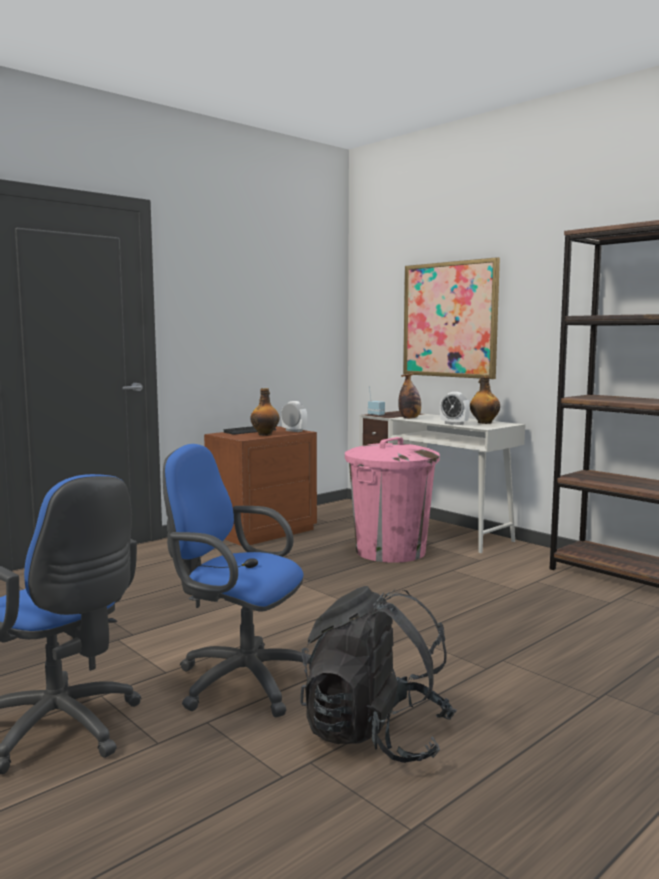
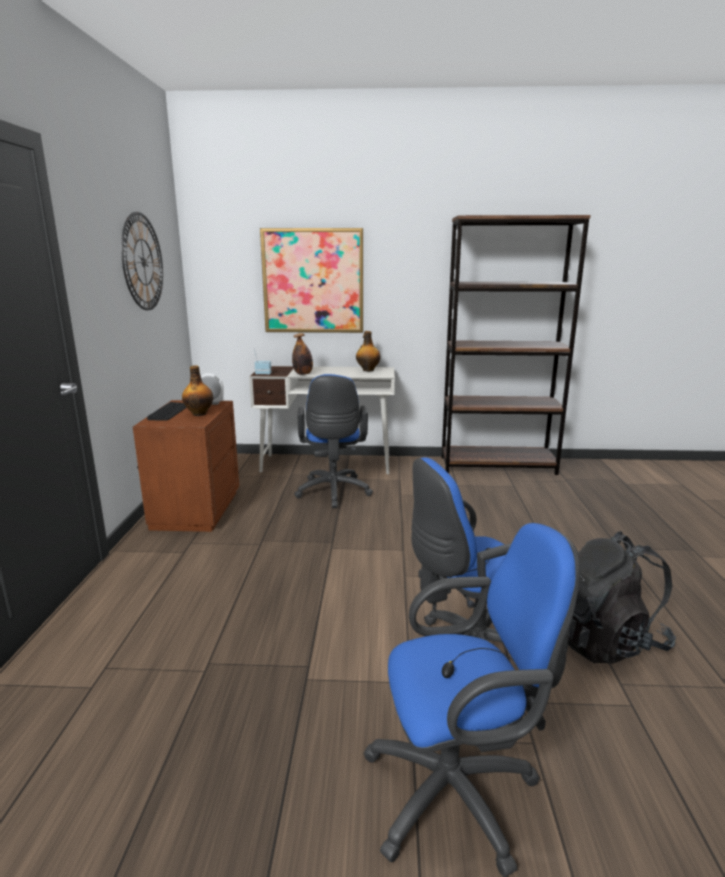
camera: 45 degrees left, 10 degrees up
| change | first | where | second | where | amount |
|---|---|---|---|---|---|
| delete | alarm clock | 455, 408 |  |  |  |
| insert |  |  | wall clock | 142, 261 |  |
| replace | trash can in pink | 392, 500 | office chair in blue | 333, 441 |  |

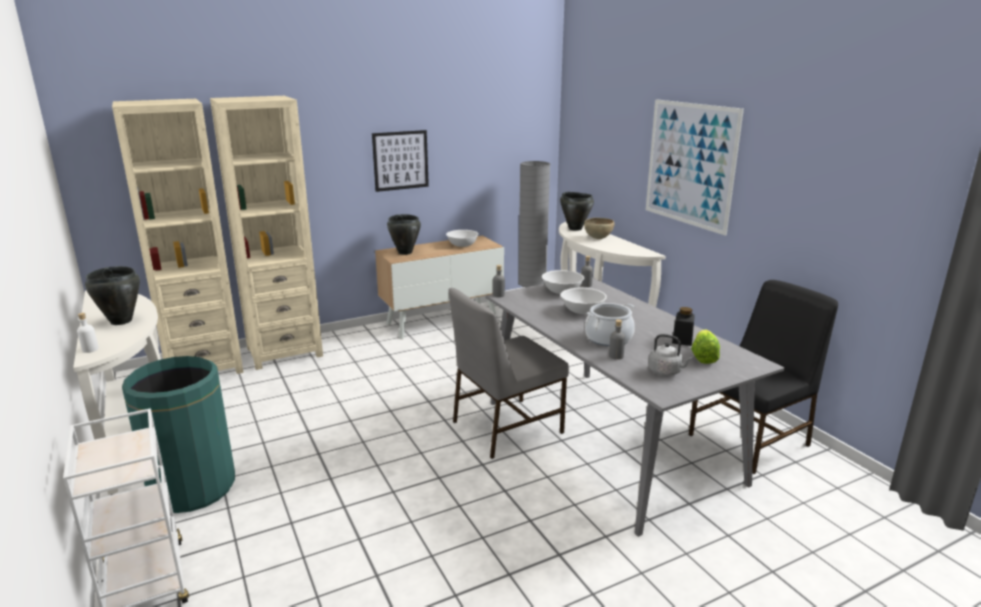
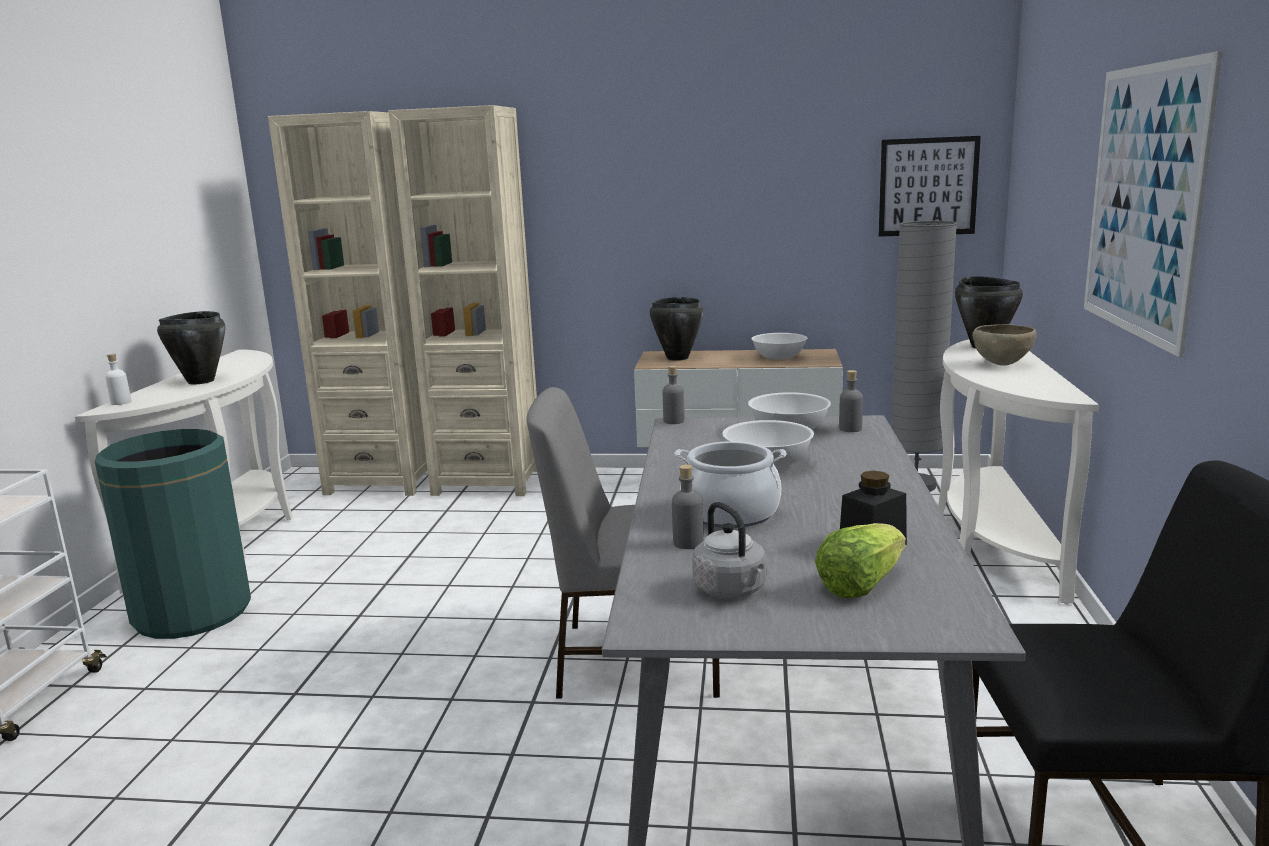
camera: 35 degrees right, 5 degrees down
| change | first | where | second | where | amount |
|---|---|---|---|---|---|
| move | picture | 400, 161 |  | 930, 186 |  |

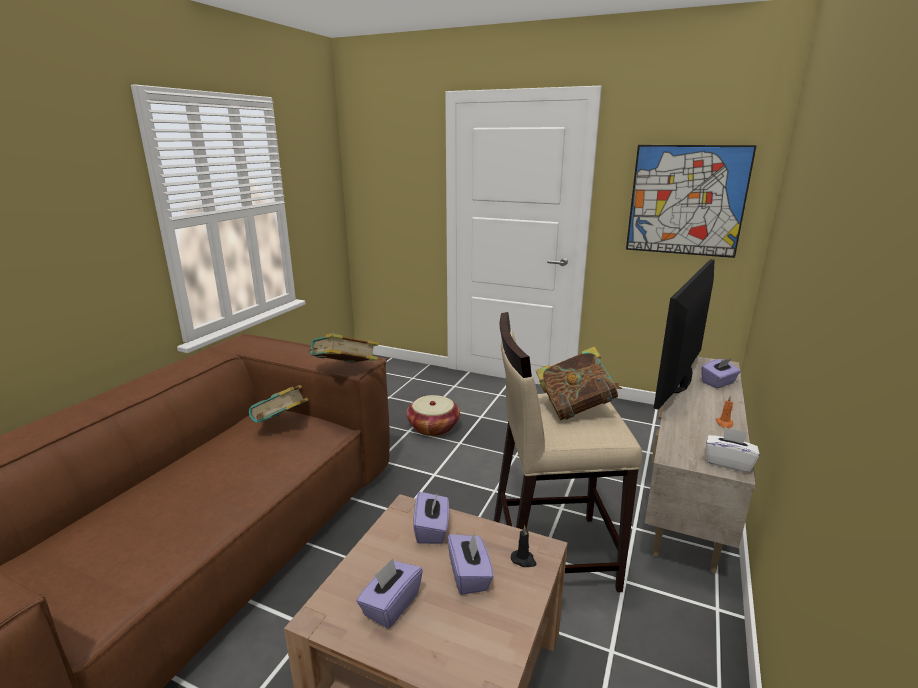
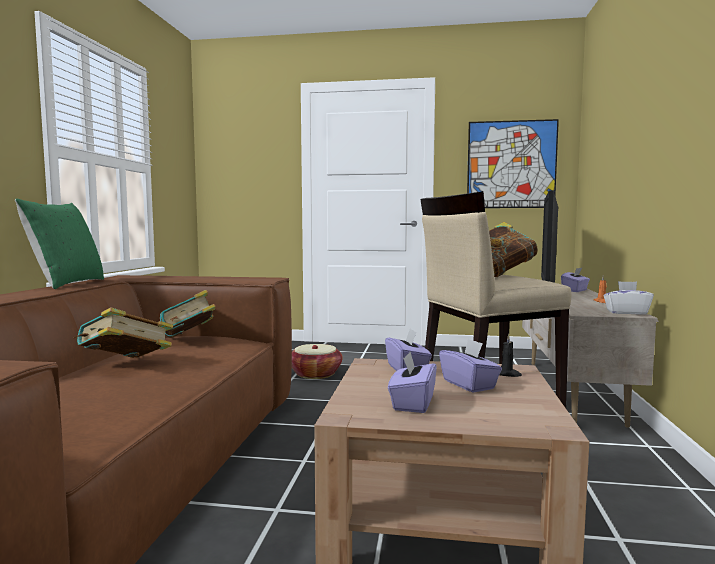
camera: 15 degrees left, 15 degrees down
| change | first | where | second | where | amount |
|---|---|---|---|---|---|
| insert |  |  | pillow in green | 59, 244 |  |
| move | book | 343, 348 |  | 123, 332 |  |

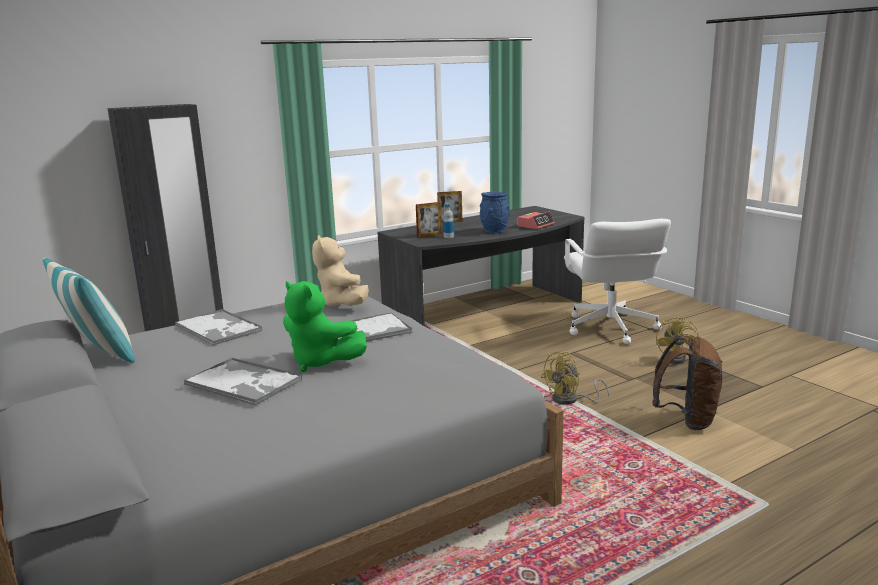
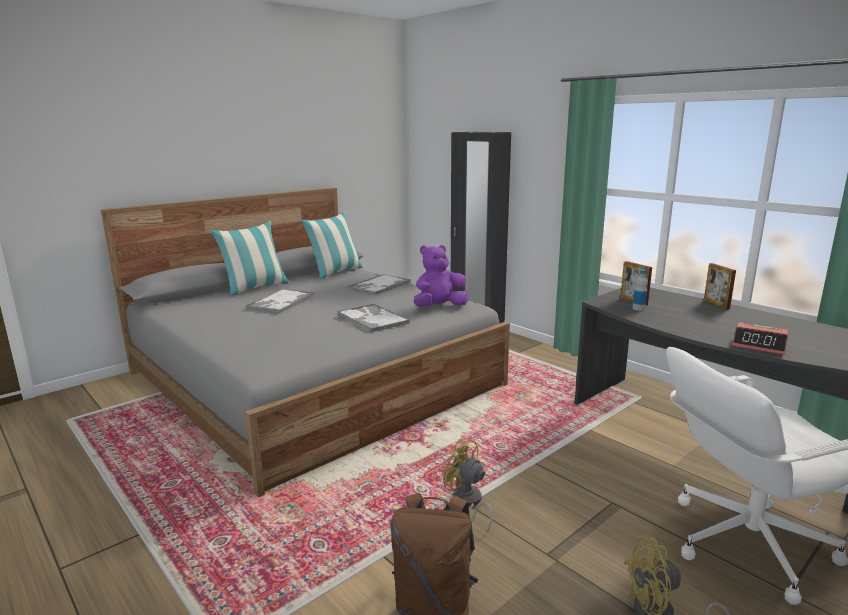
camera: 80 degrees right, 0 degrees up
| change | first | where | second | where | amount |
|---|---|---|---|---|---|
| delete | plush toy in green | 325, 326 |  |  |  |
| delete | vase in blue | 495, 213 |  |  |  |
| insert |  |  | pillow | 250, 258 |  |
| recolor | plush toy in beige | 340, 270 | plush toy in purple | 441, 276 |  |

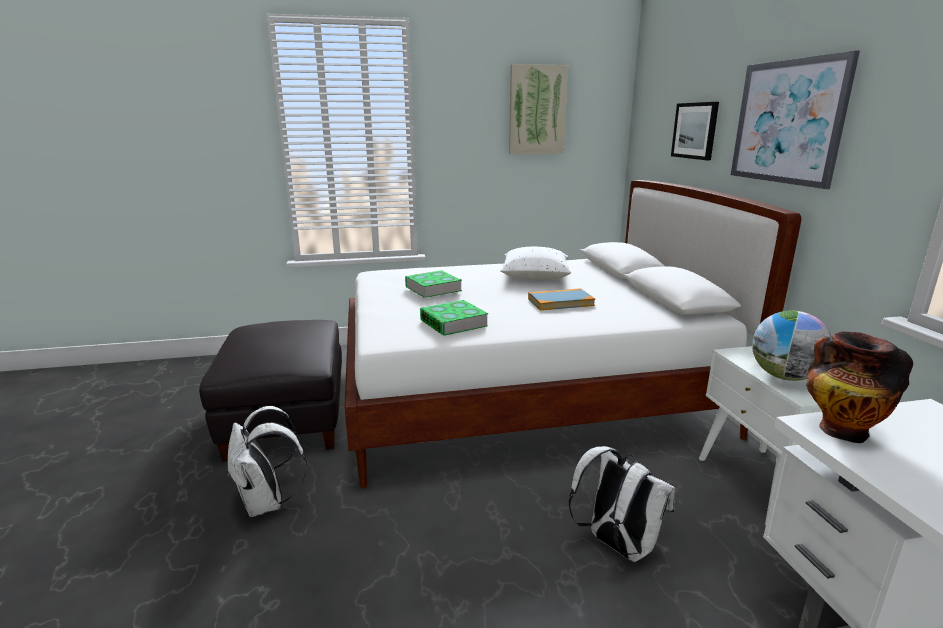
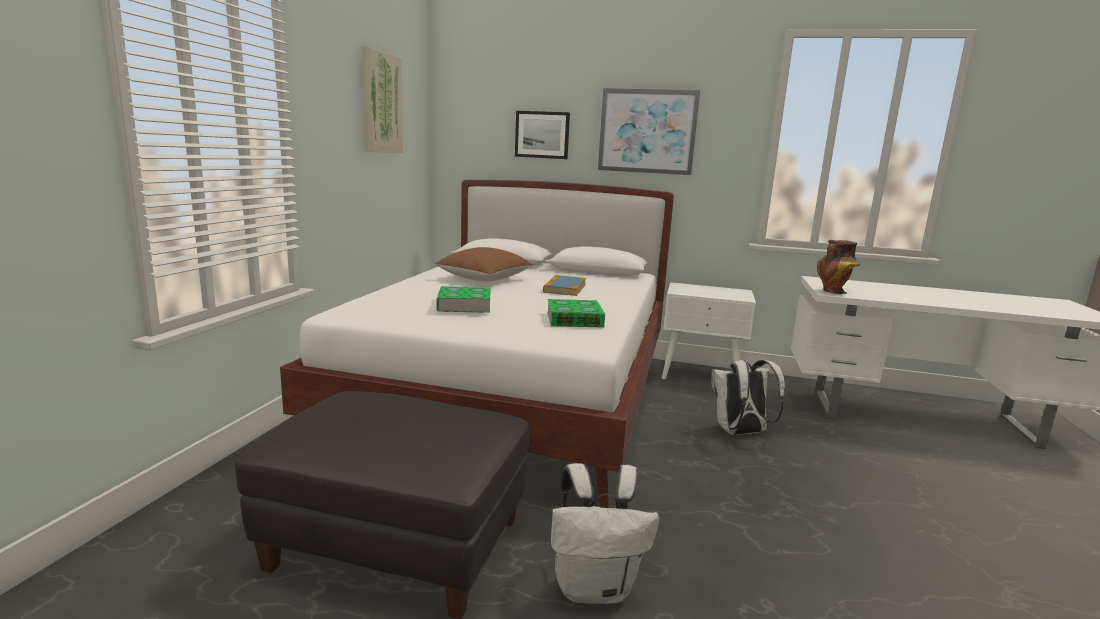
camera: 65 degrees left, 5 degrees down
| change | first | where | second | where | amount |
|---|---|---|---|---|---|
| delete | globe | 792, 346 |  |  |  |
| recolor | pillow in white | 535, 263 | pillow in brown | 484, 264 |  |

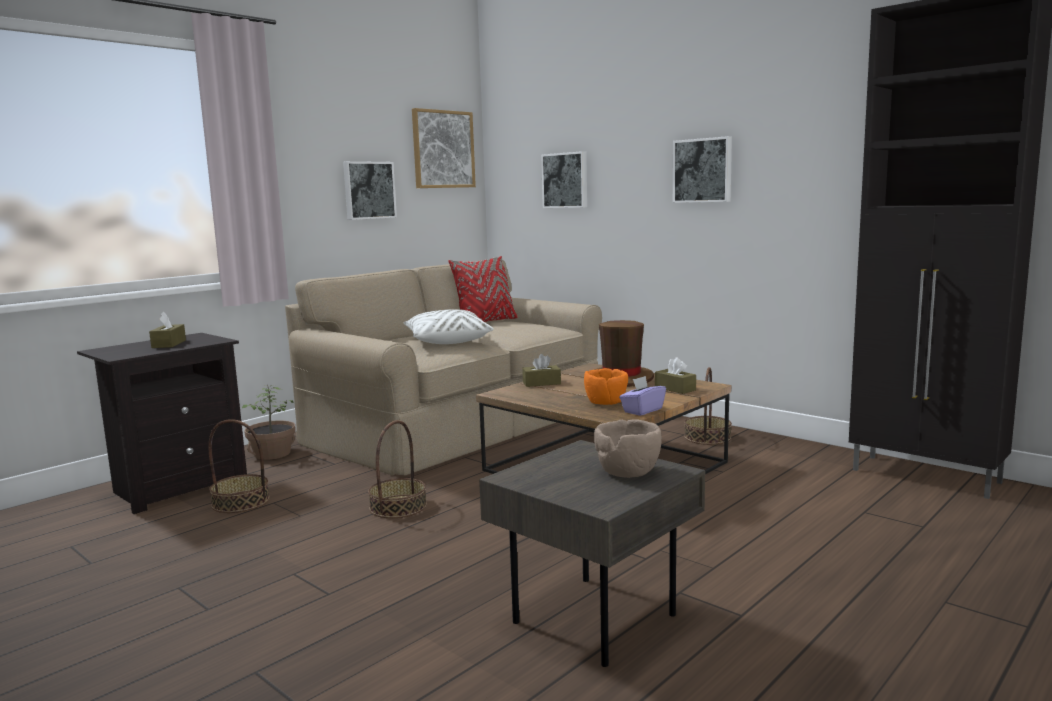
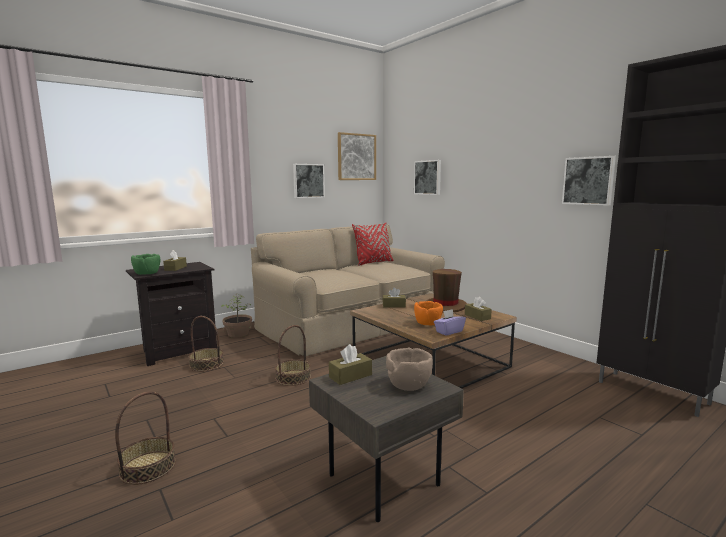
camera: 10 degrees right, 0 degrees up
| change | first | where | second | where | amount |
|---|---|---|---|---|---|
| delete | pillow in white | 449, 326 |  |  |  |
| insert |  |  | bowl in green | 146, 264 |  |
| insert |  |  | tissue box in brown | 350, 364 |  |
| move | picture | 702, 169 |  | 589, 181 |  |
| move | basket | 708, 406 |  | 145, 438 |  |

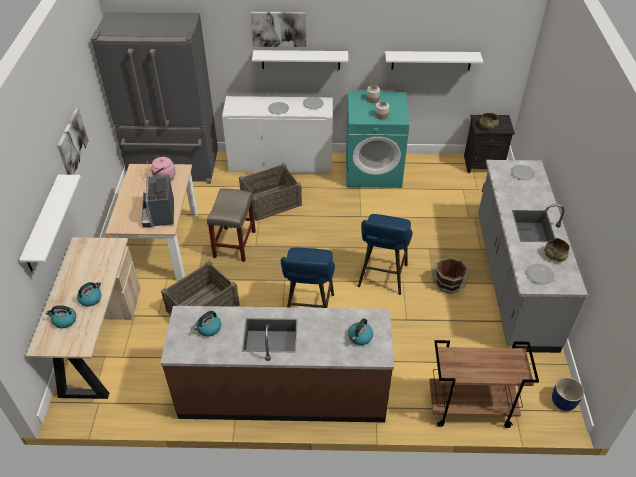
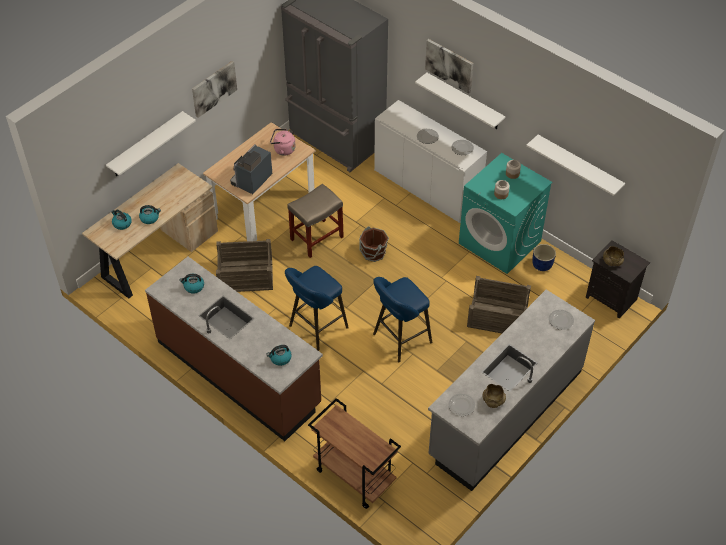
camera: 40 degrees right, 5 degrees up
| change | first | where | second | where | amount |
|---|---|---|---|---|---|
| move | crate | 270, 192 |  | 499, 304 |  |
| move | bucket in brown | 450, 275 |  | 374, 244 |  |
| move | planter in blue | 568, 394 |  | 544, 257 |  |

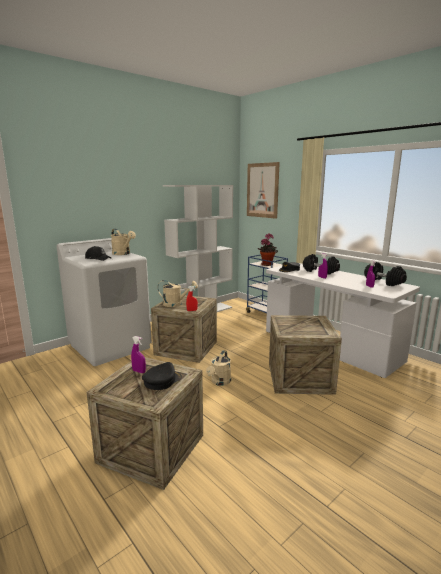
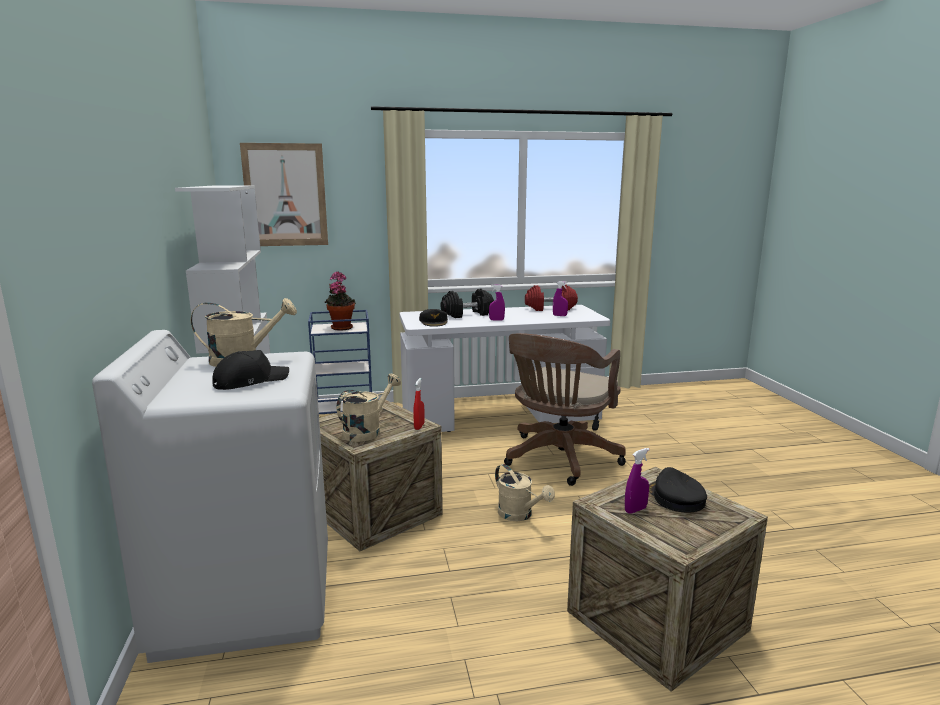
camera: 60 degrees left, 0 degrees up
| change | first | where | second | where | amount |
|---|---|---|---|---|---|
| replace | crate | 305, 355 | office chair in brown | 565, 409 |  |
| recolor | dumbbell in black | 385, 274 | dumbbell in red | 551, 298 |  |

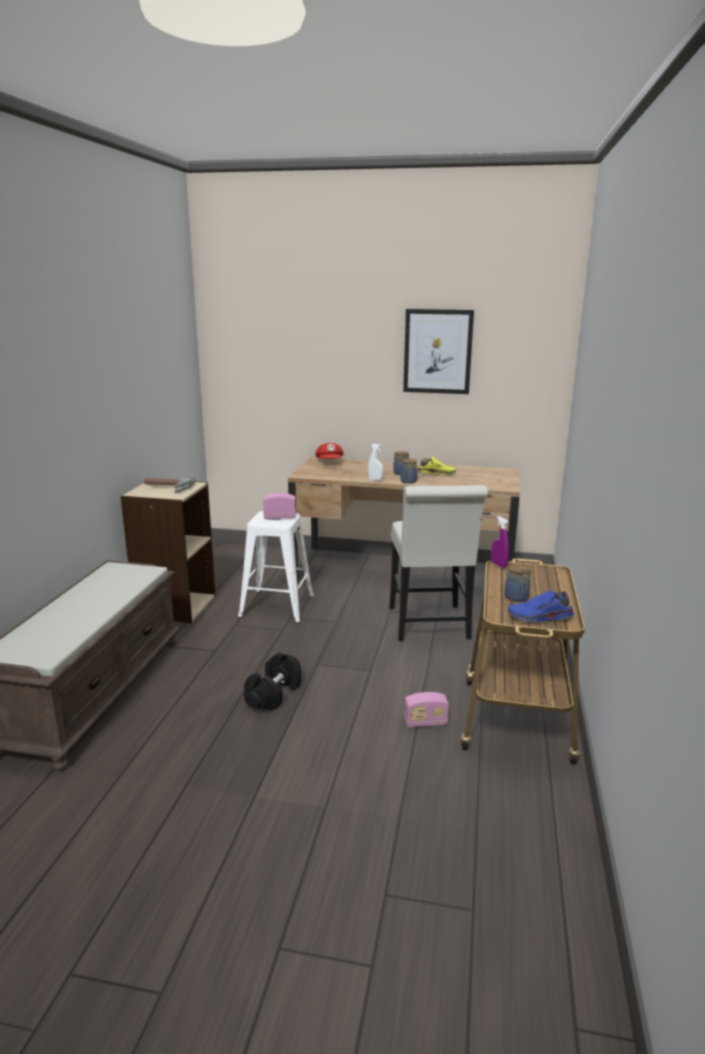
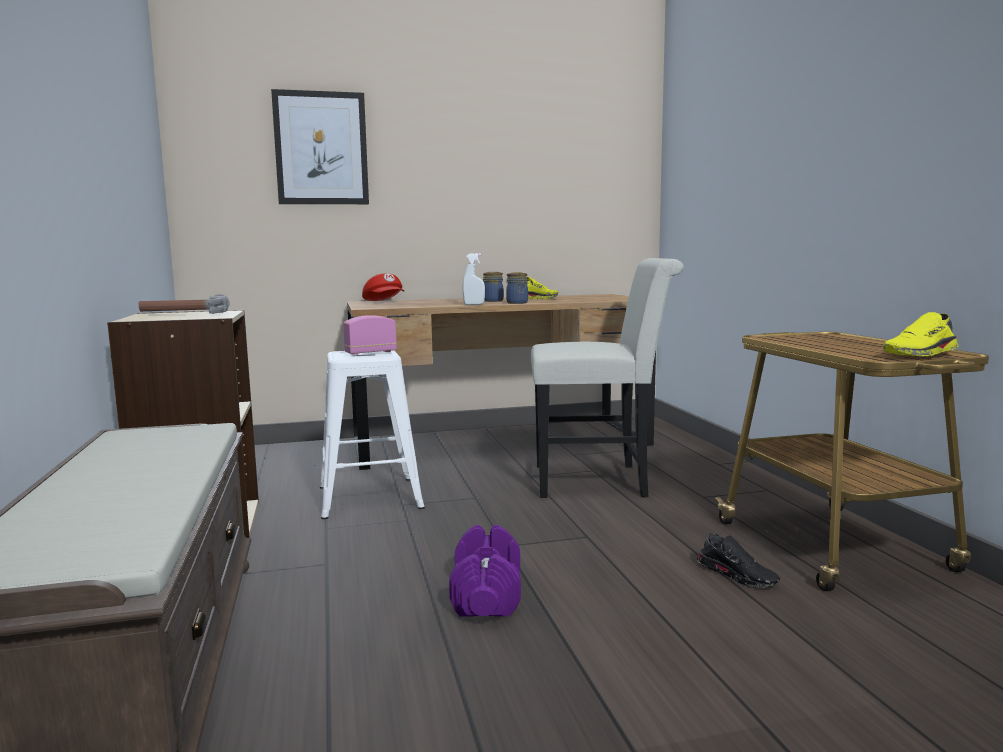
camera: 25 degrees left, 10 degrees down
| change | first | where | second | where | amount |
|---|---|---|---|---|---|
| delete | spray bottle in purple | 500, 542 |  |  |  |
| delete | jar | 517, 583 |  |  |  |
| move | picture | 438, 351 |  | 320, 146 |  |
| replace | radio | 426, 709 | shoe in black | 738, 560 |  |
| recolor | dumbbell in black | 272, 682 | dumbbell in purple | 485, 570 |  |
| recolor | shoe in blue | 541, 606 | shoe in yellow | 921, 334 |  |
| rotate | chair in white | 438, 563 |  | 607, 378 | 60 degrees counterclockwise |

